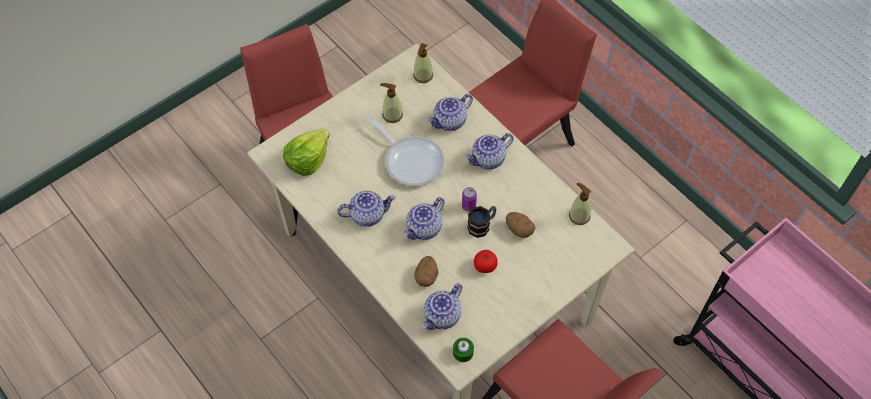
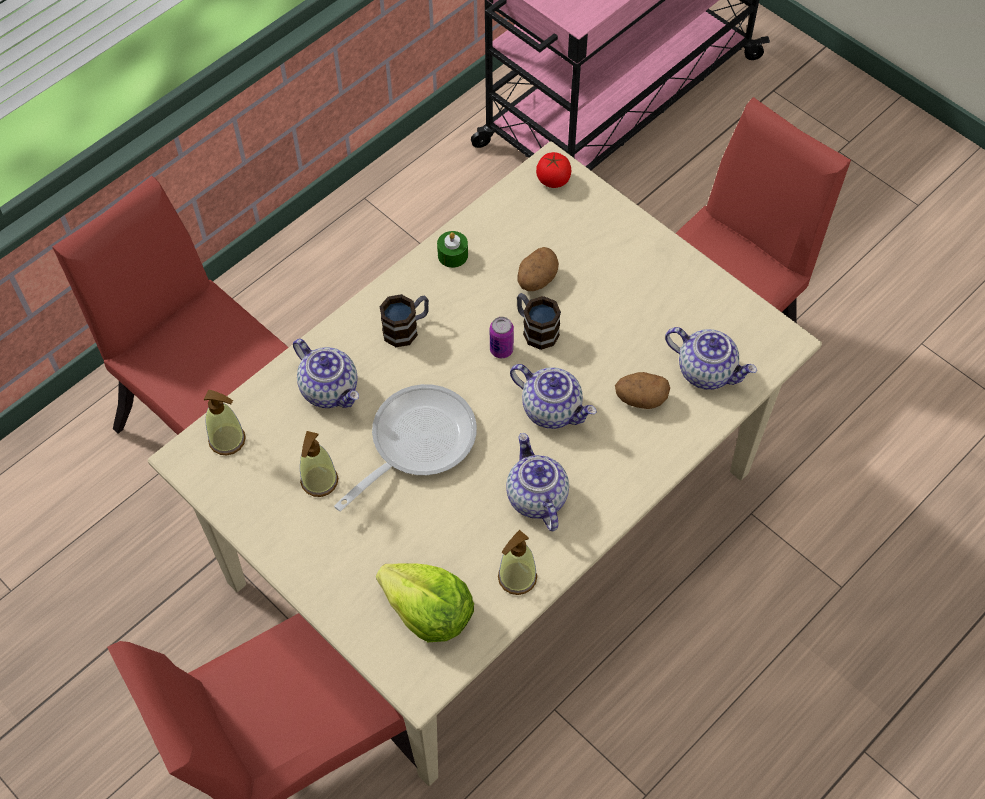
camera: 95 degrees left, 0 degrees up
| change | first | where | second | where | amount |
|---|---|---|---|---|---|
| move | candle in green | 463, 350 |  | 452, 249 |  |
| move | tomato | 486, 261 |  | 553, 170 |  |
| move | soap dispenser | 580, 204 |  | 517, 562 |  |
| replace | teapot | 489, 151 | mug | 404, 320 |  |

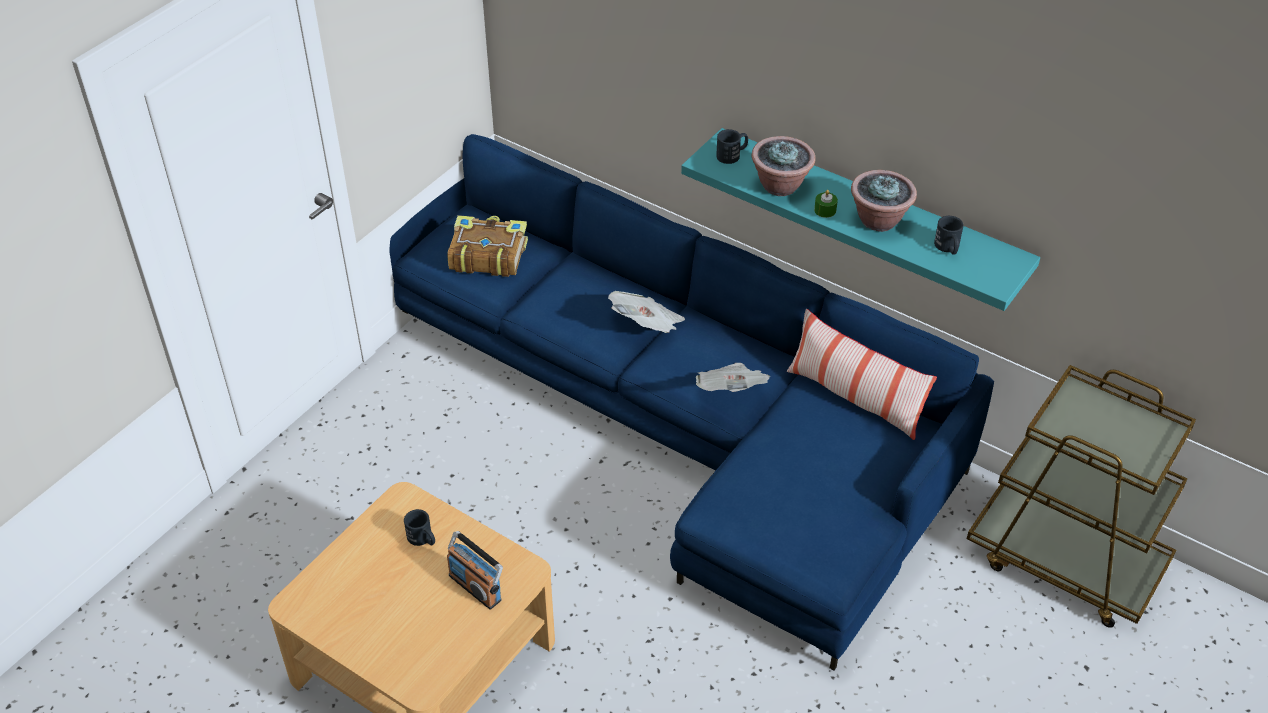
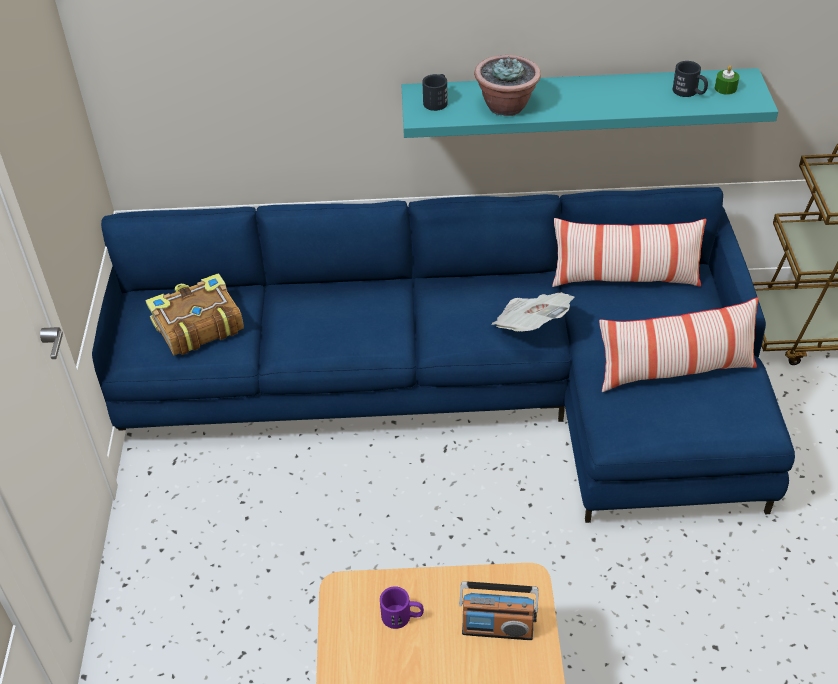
camera: 35 degrees left, 0 degrees up
| change | first | where | second | where | amount |
|---|---|---|---|---|---|
| delete | newspaper | 646, 312 |  |  |  |
| delete | potted plant | 884, 201 |  |  |  |
| insert |  |  | pillow | 679, 344 |  |
| move | candle in green | 826, 204 |  | 727, 80 |  |
| recolor | mug in black | 419, 527 | mug in purple | 402, 607 |  |

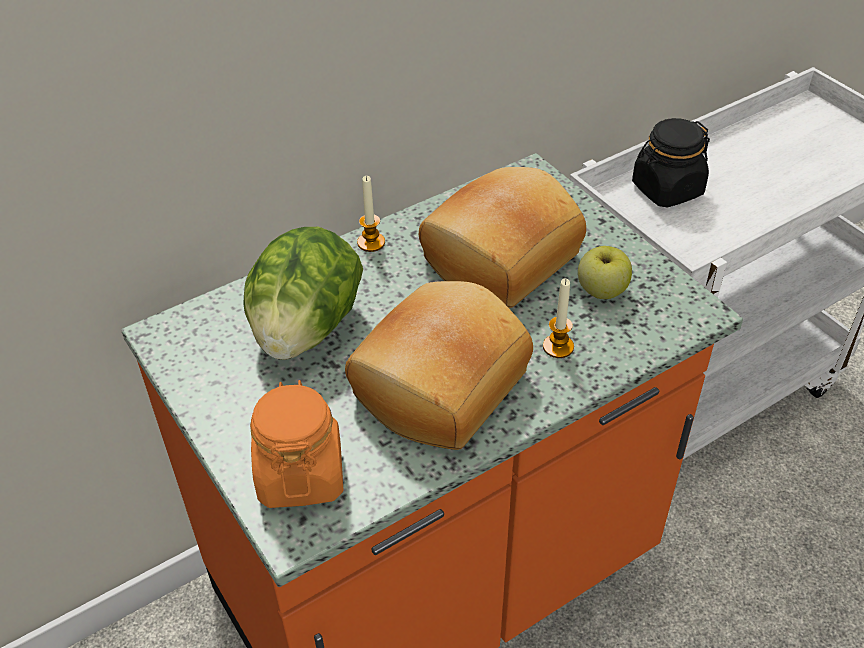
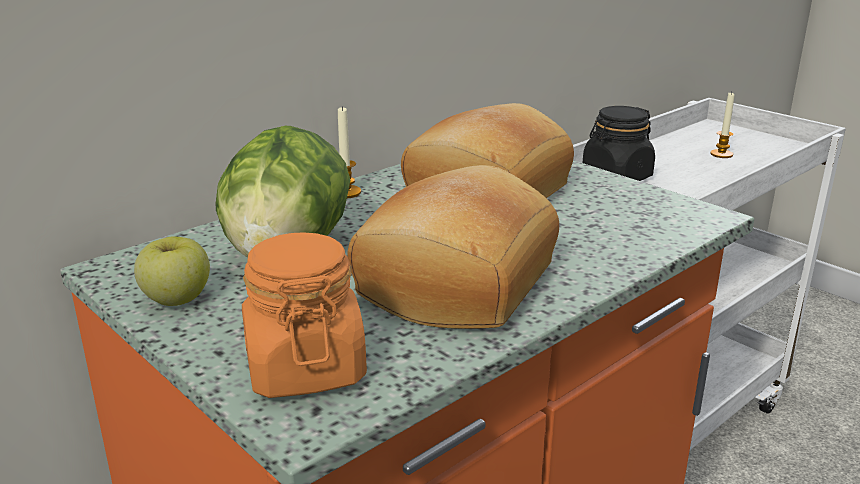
camera: 10 degrees left, 20 degrees down
| change | first | where | second | where | amount |
|---|---|---|---|---|---|
| move | candle | 558, 318 |  | 722, 125 |  |
| move | apple | 605, 272 |  | 172, 271 |  |

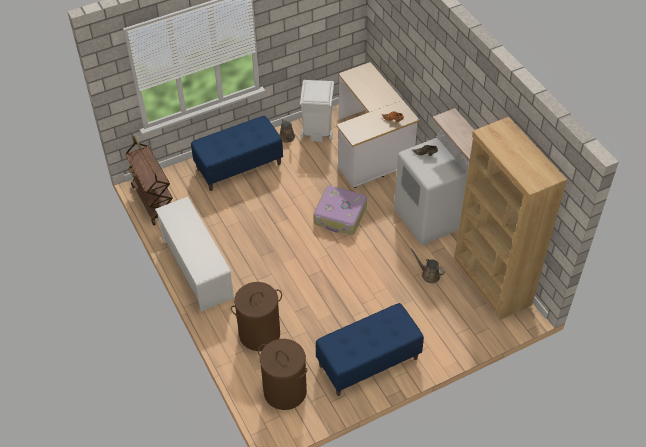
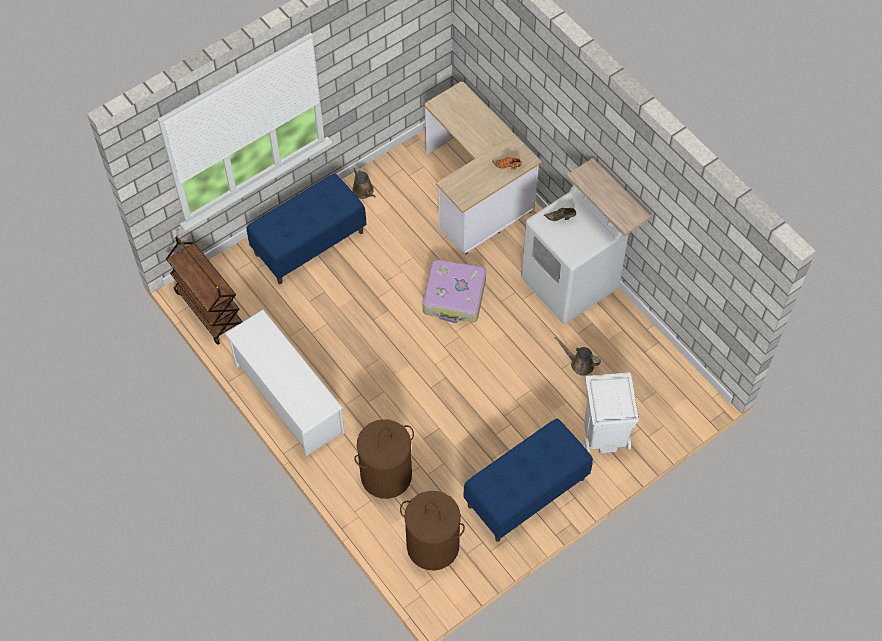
camera: 10 degrees left, 10 degrees up
| change | first | where | second | where | amount |
|---|---|---|---|---|---|
| delete | bookcase in brown | 510, 218 |  |  |  |
| move | trash can in white | 317, 111 |  | 611, 413 |  |

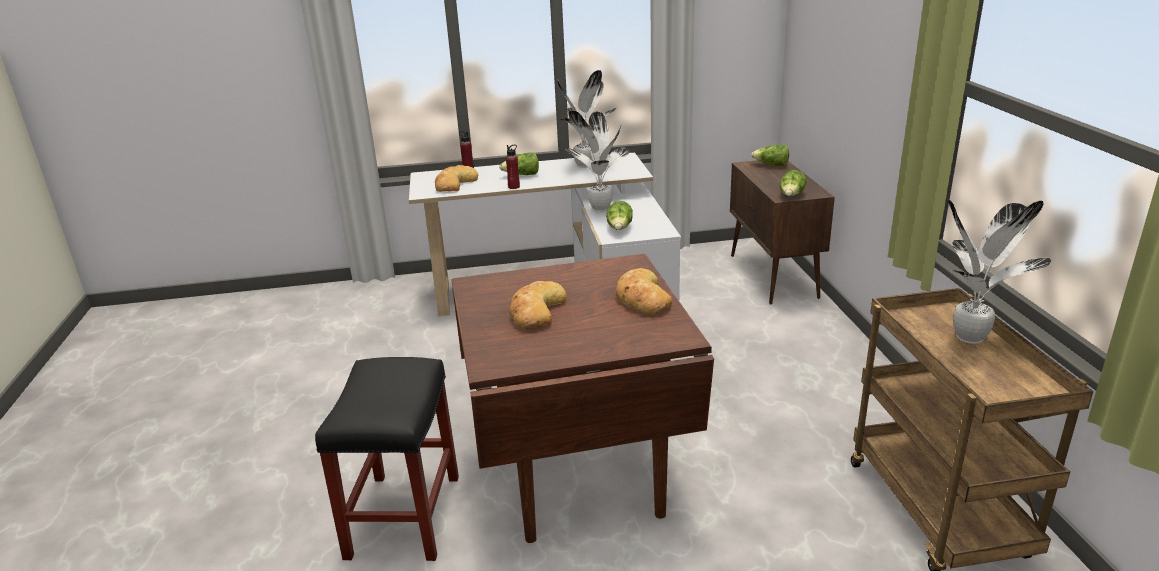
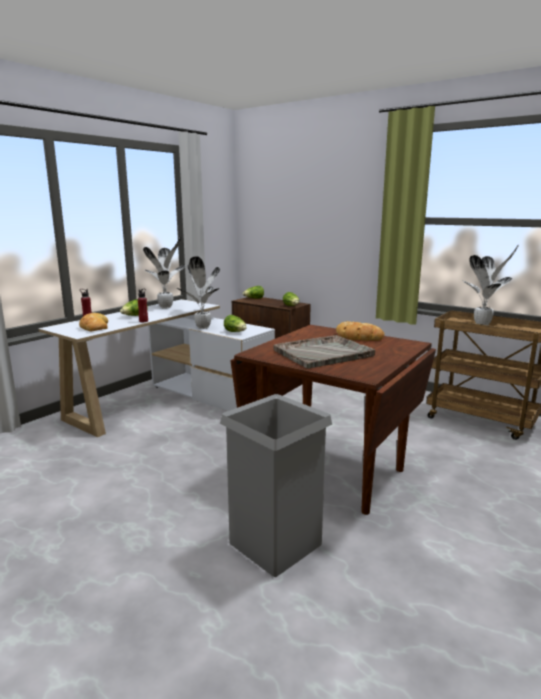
camera: 45 degrees left, 10 degrees down
| change | first | where | second | where | amount |
|---|---|---|---|---|---|
| replace | stool in black | 387, 459 | trash can in grey | 276, 485 |  |
| replace | bread | 538, 305 | tray in grey | 324, 352 |  |

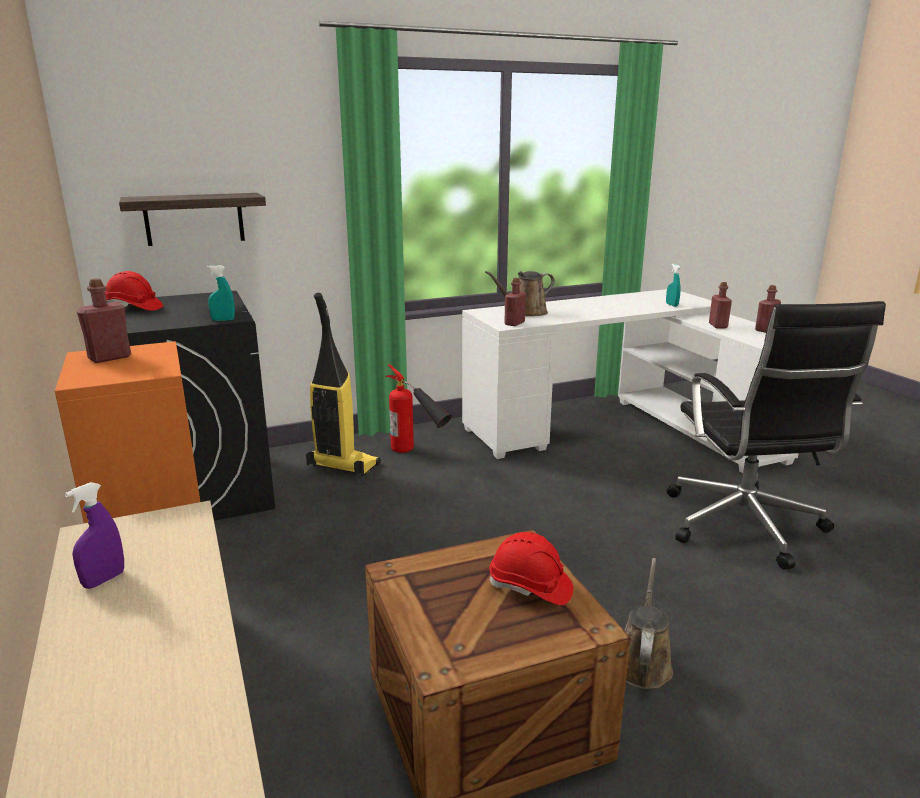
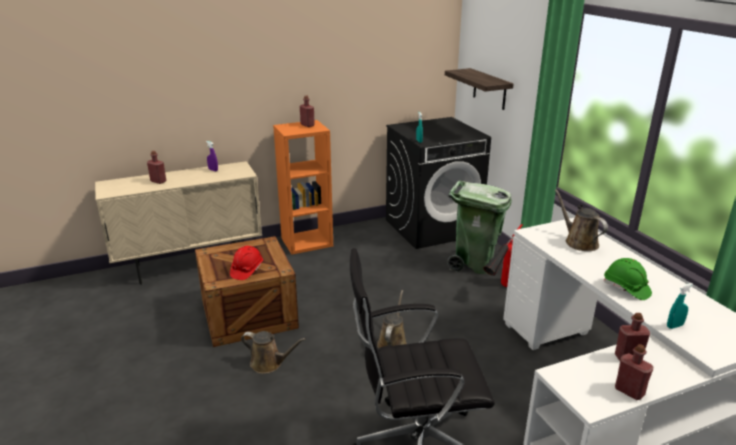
camera: 90 degrees right, 5 degrees up
| change | first | where | second | where | amount |
|---|---|---|---|---|---|
| delete | hard hat in red | 134, 291 |  |  |  |
| insert |  |  | watering can in brown | 392, 319 |  |
| insert |  |  | hard hat in green | 628, 279 |  |
| move | bottle in red | 515, 302 |  | 156, 167 |  |
| replace | vacuum cleaner | 343, 384 | trash can in green | 479, 227 |  |

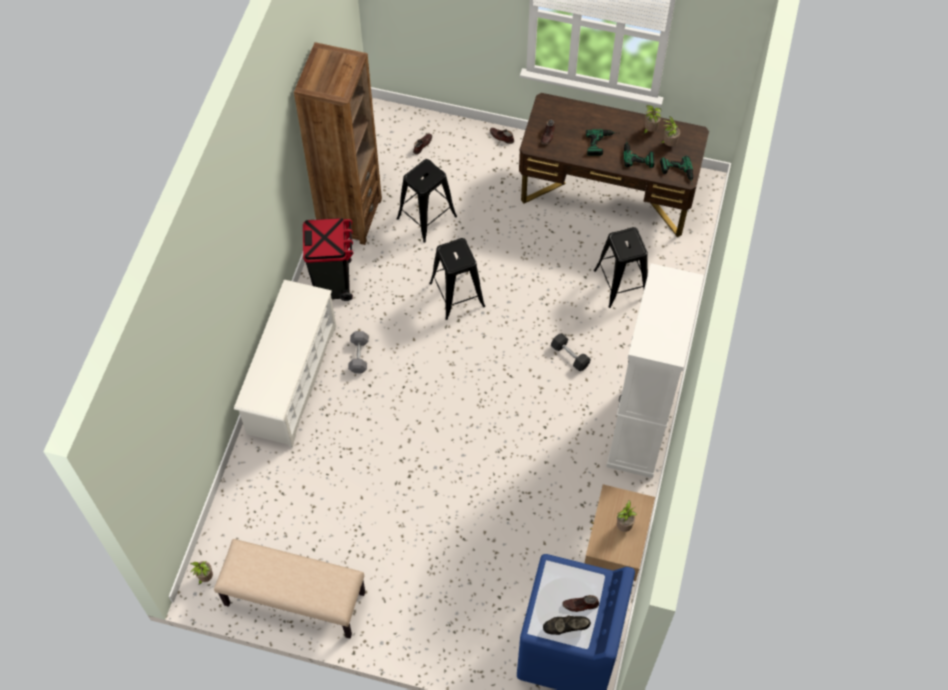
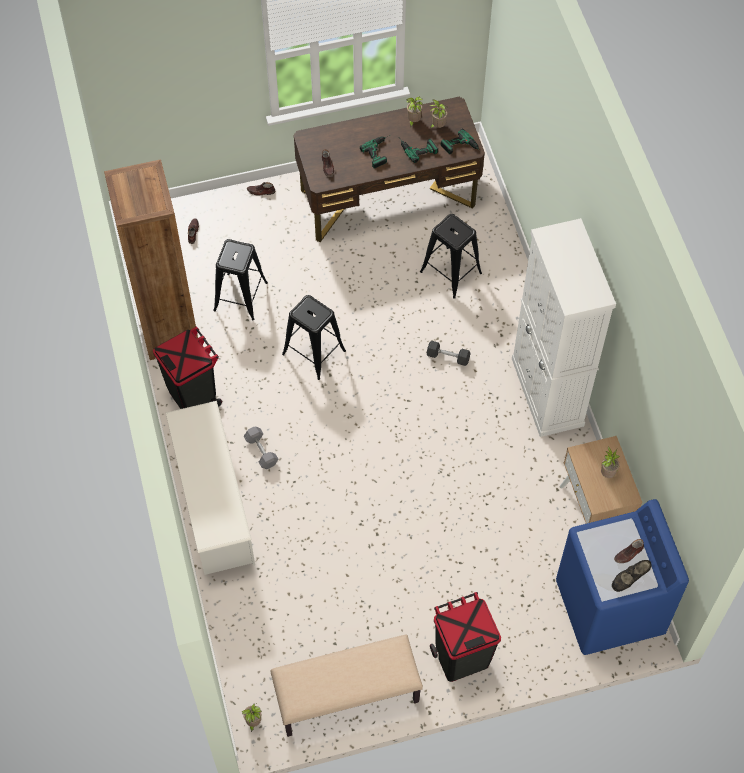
camera: 30 degrees left, 0 degrees up
| change | first | where | second | where | amount |
|---|---|---|---|---|---|
| insert |  |  | trash can in black | 465, 637 |  |

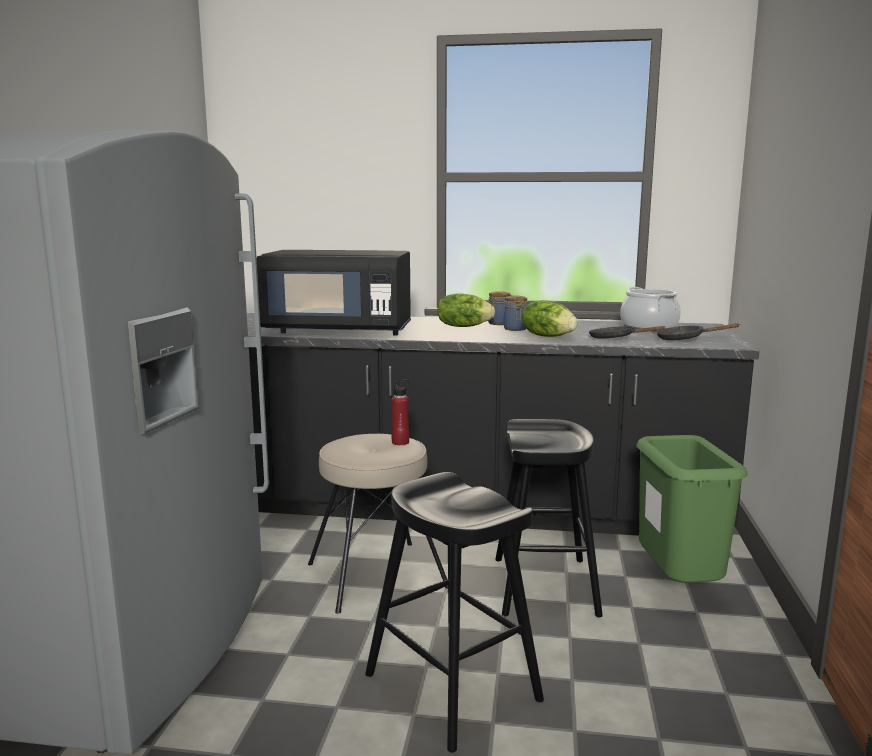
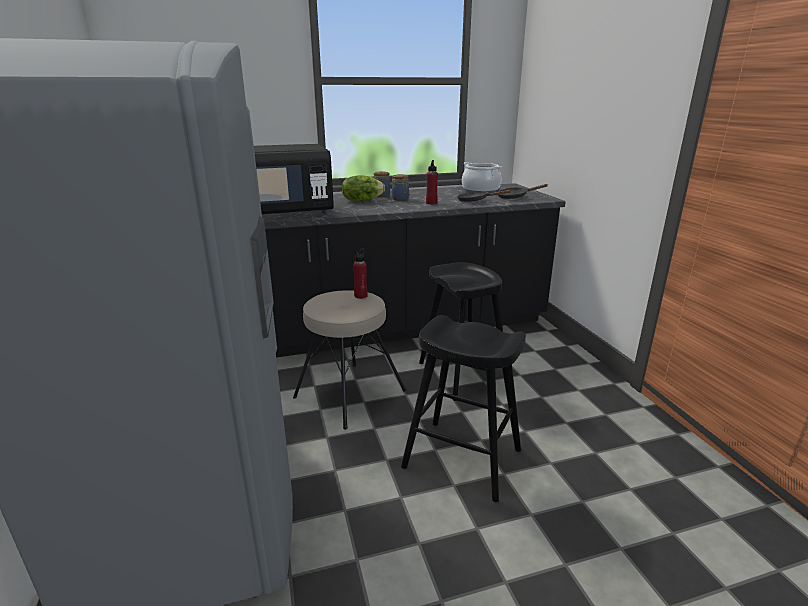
camera: 25 degrees left, 10 degrees up
| change | first | where | second | where | amount |
|---|---|---|---|---|---|
| delete | trash can in green | 692, 509 |  |  |  |
| replace | lettuce | 550, 318 | bottle in red | 432, 182 |  |

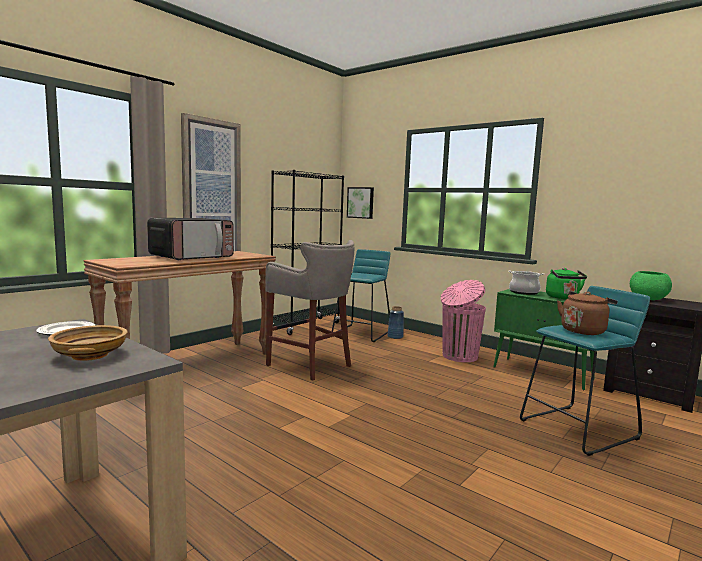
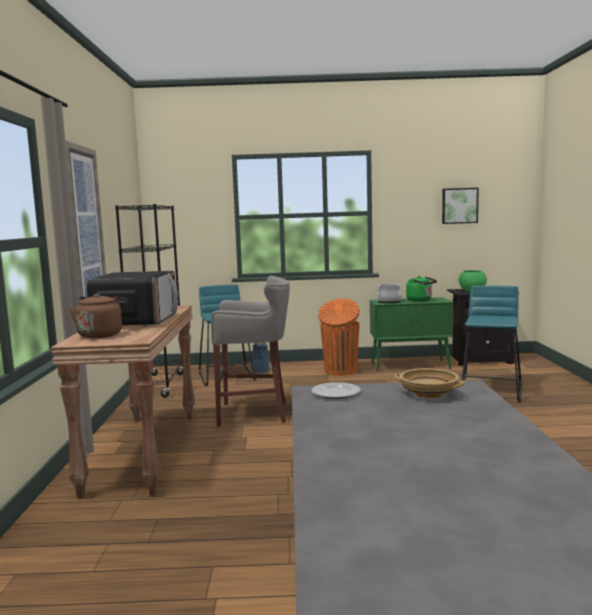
camera: 40 degrees left, 0 degrees up
| change | first | where | second | where | amount |
|---|---|---|---|---|---|
| move | picture | 360, 203 |  | 460, 206 |  |
| move | kettle in brown | 587, 313 |  | 99, 316 |  |
| recolor | trash can in pink | 463, 321 | trash can in orange | 339, 337 |  |

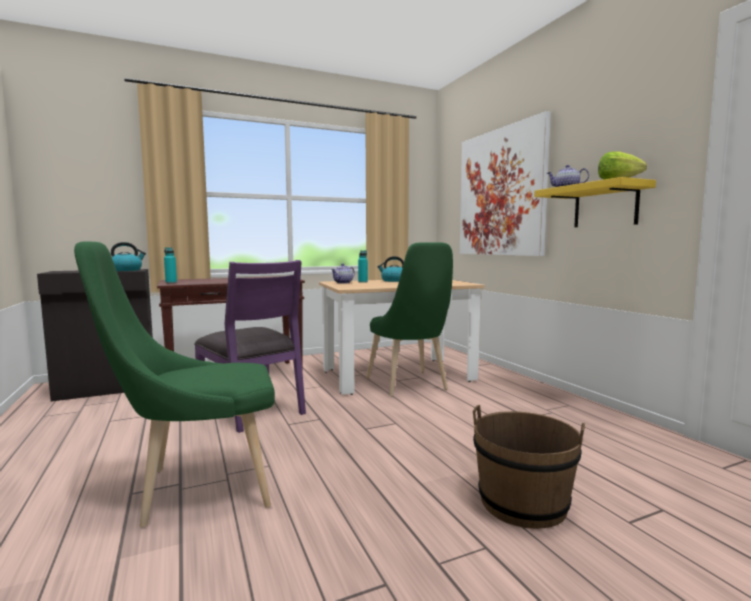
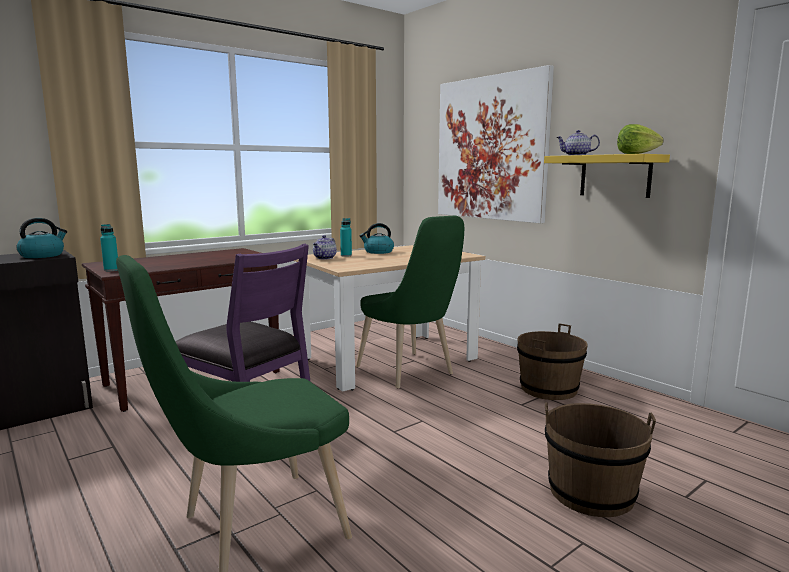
camera: 15 degrees left, 5 degrees up
| change | first | where | second | where | amount |
|---|---|---|---|---|---|
| insert |  |  | bucket in brown | 552, 362 |  |

